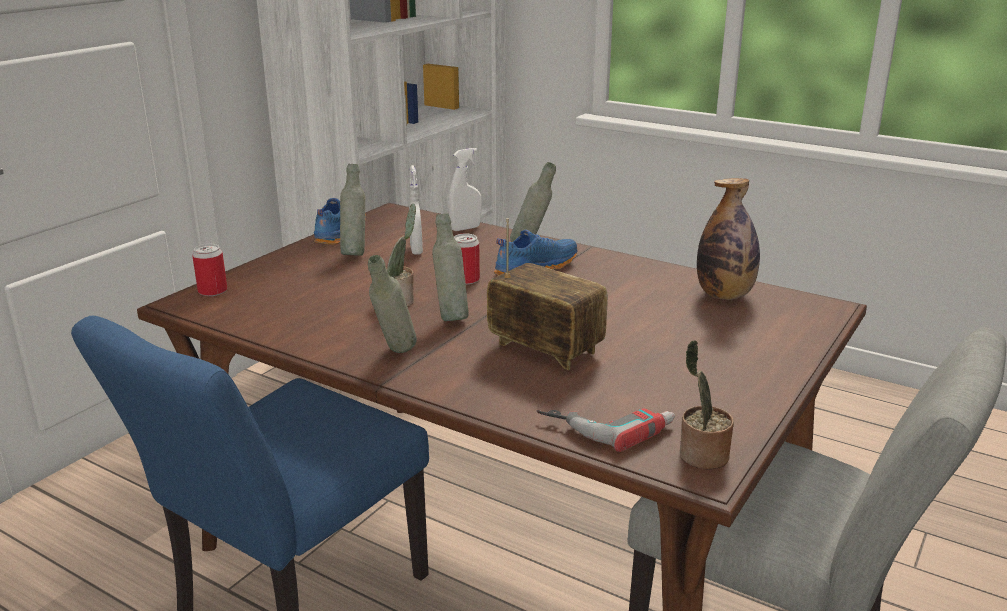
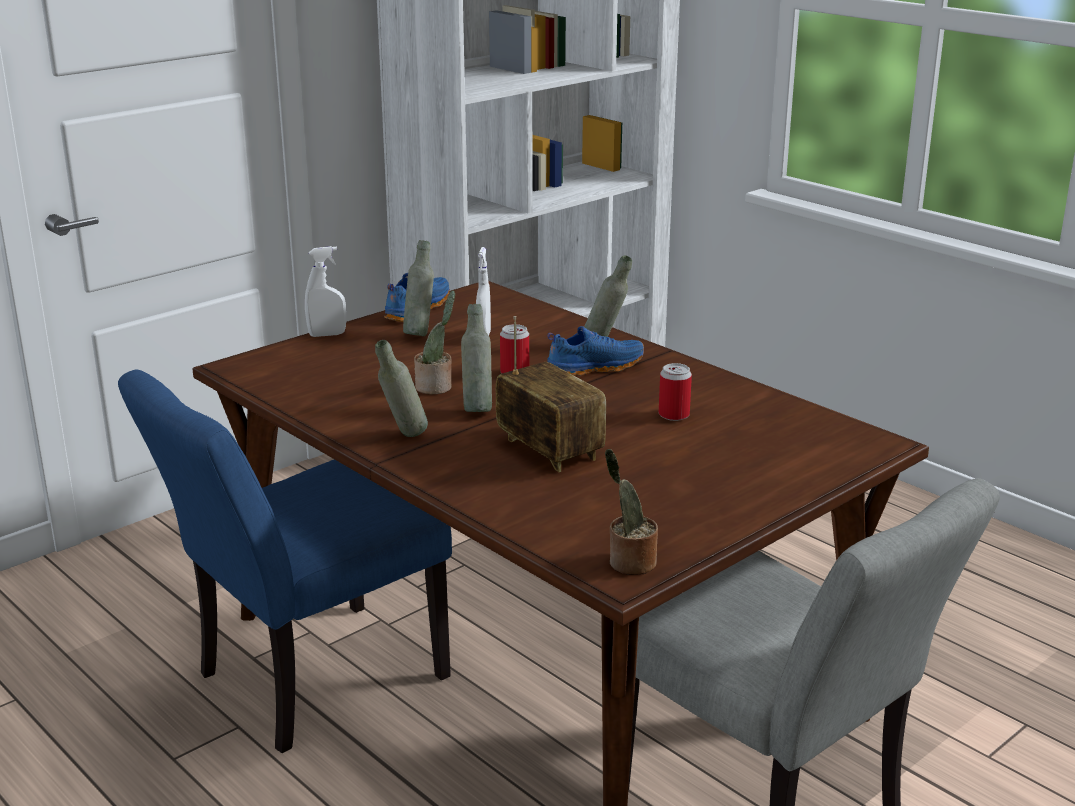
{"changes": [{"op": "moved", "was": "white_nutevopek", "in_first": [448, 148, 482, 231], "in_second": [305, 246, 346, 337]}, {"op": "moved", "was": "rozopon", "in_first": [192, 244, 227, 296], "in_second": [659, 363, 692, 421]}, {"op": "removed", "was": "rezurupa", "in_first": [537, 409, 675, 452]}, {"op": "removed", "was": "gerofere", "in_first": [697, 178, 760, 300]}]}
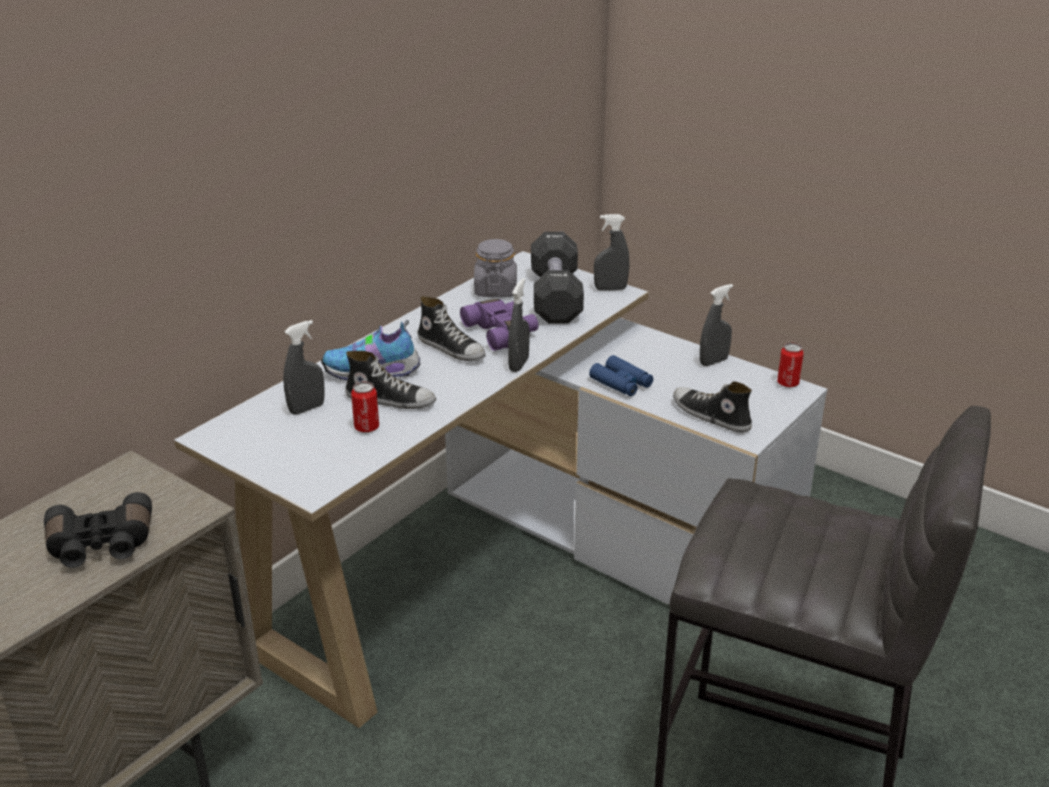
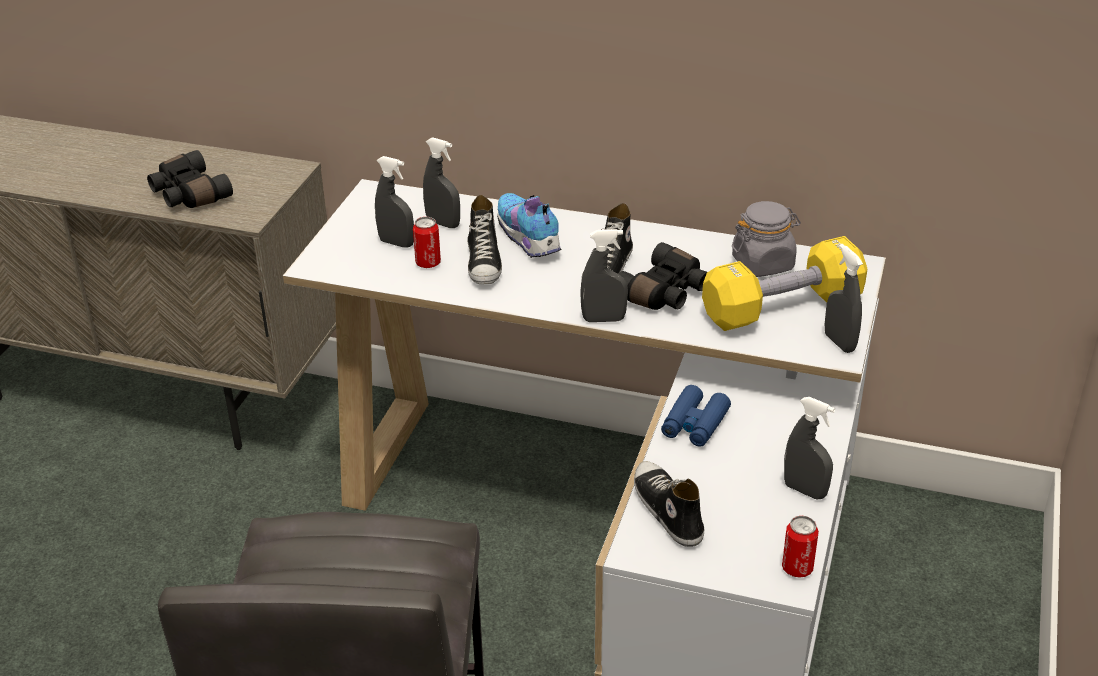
{"changes": [{"op": "added", "now": "grey_nutevopek", "in_second": [375, 156, 414, 248]}, {"op": "recoloured", "was": "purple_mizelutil", "now": "black_mizelutil", "in_first": [460, 299, 538, 351], "in_second": [618, 242, 707, 310]}, {"op": "turned", "was": "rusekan", "in_first": [673, 381, 752, 432], "in_second": [634, 461, 704, 547], "clockwise": -45}, {"op": "recoloured", "was": "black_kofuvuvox", "now": "yellow_kofuvuvox", "in_first": [531, 232, 584, 324], "in_second": [702, 236, 867, 331]}]}
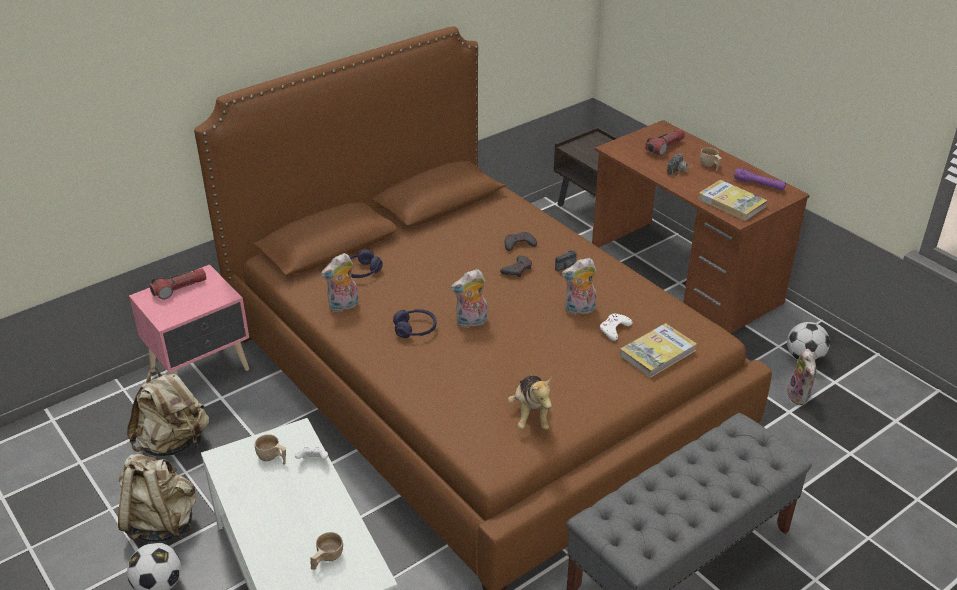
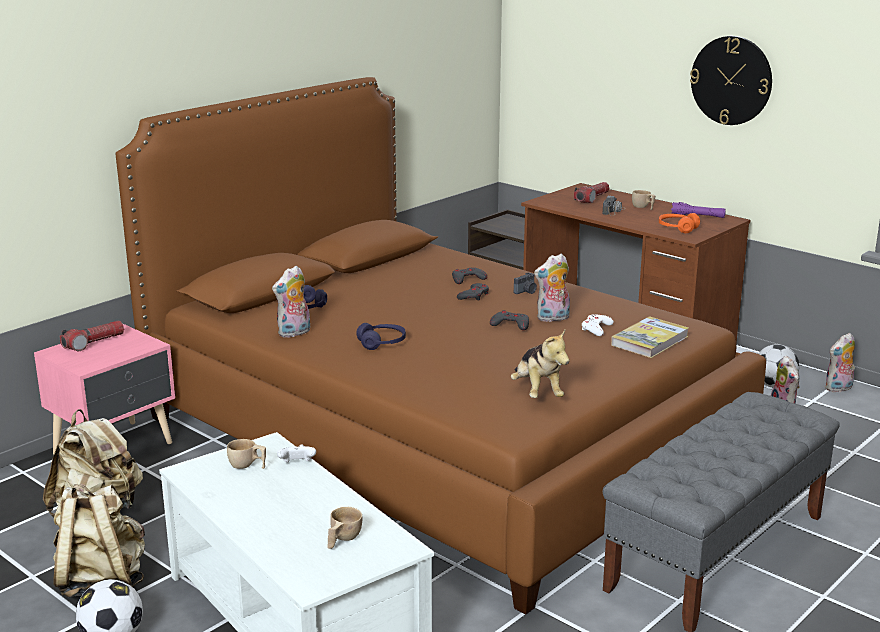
{"changes": [{"op": "added", "now": "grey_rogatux", "in_second": [490, 310, 529, 330]}, {"op": "replaced", "was": "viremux", "now": "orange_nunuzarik", "in_first": [698, 180, 768, 221], "in_second": [659, 213, 700, 233]}, {"op": "added", "now": "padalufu", "in_second": [690, 36, 772, 125]}, {"op": "moved", "was": "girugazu", "in_first": [451, 269, 487, 328], "in_second": [825, 333, 855, 393]}]}
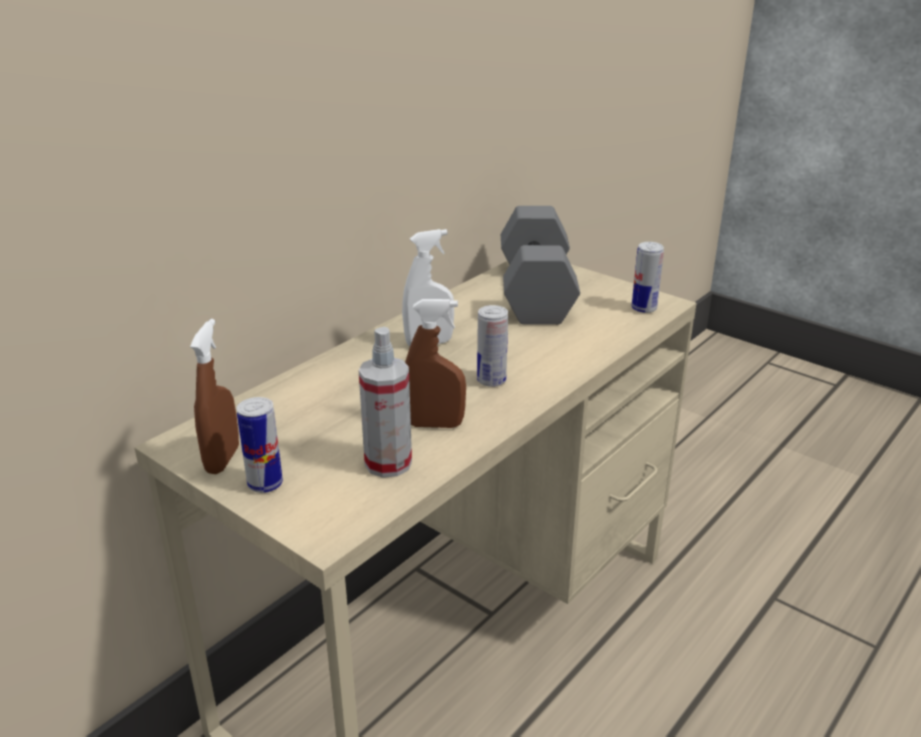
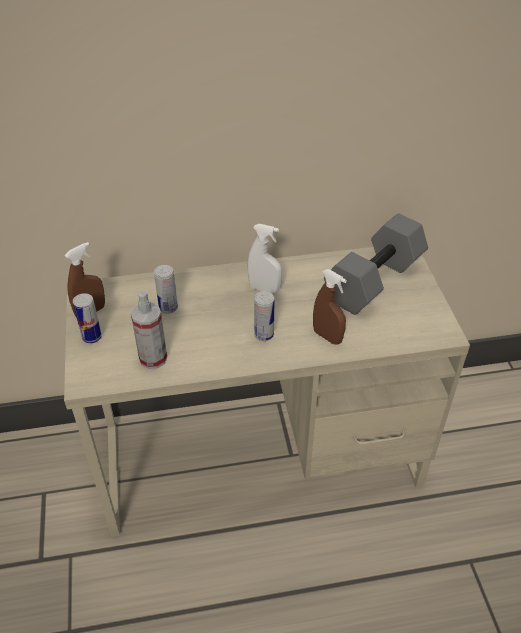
{"changes": [{"op": "moved", "was": "rozopon", "in_first": [632, 242, 664, 313], "in_second": [154, 265, 178, 314]}, {"op": "moved", "was": "brown_nutevopek", "in_first": [405, 299, 466, 428], "in_second": [313, 269, 347, 345]}]}
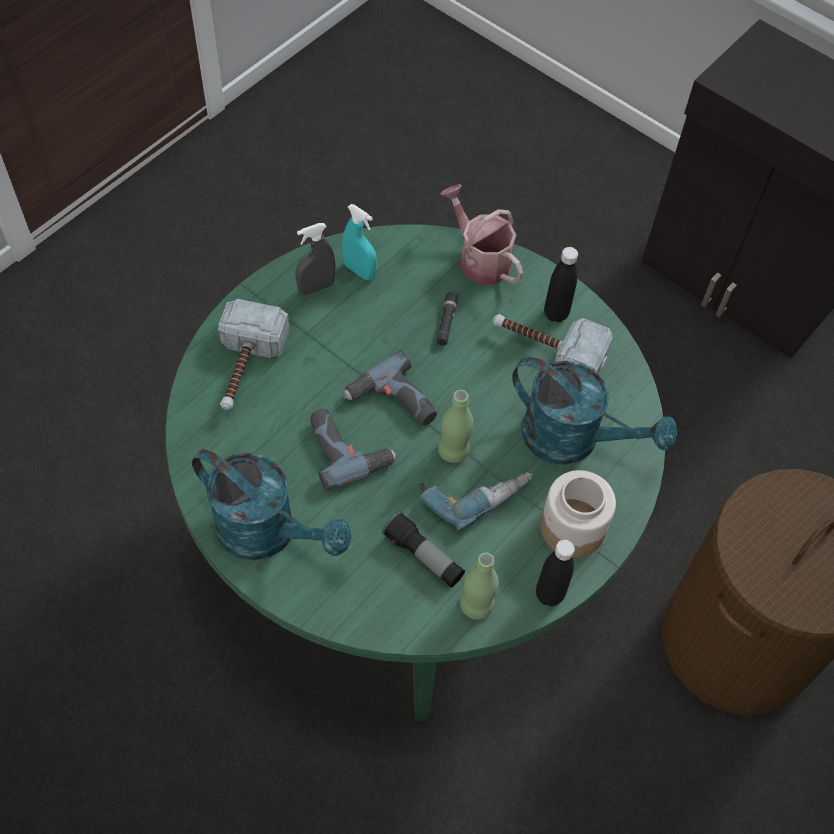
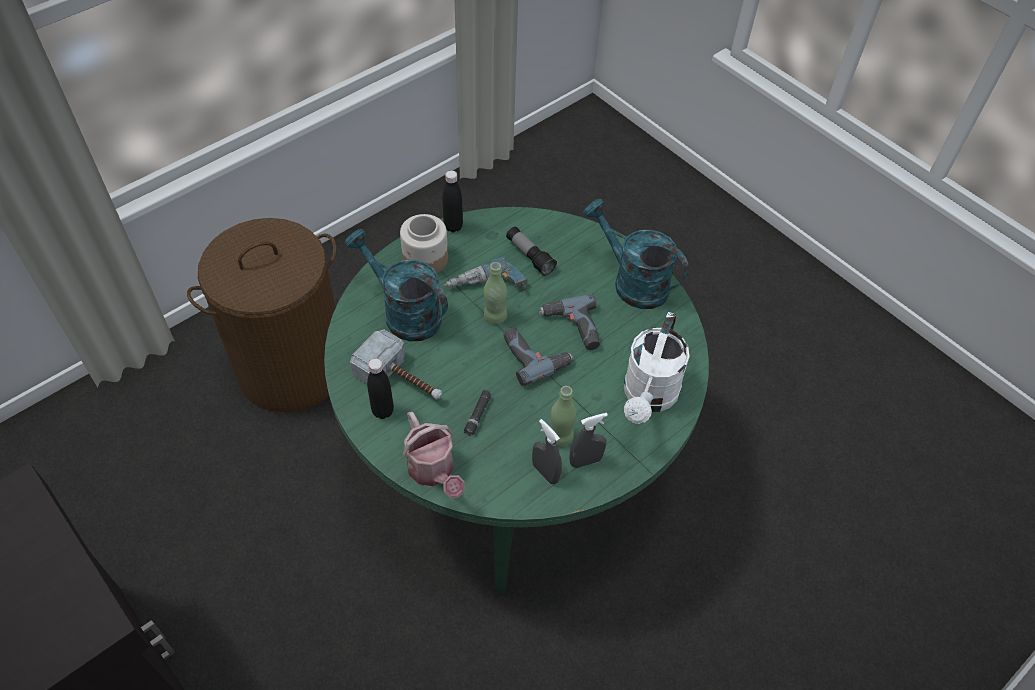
{"changes": [{"op": "recoloured", "was": "turquoise_nutevopek", "now": "grey_nutevopek", "in_first": [342, 204, 377, 281], "in_second": [532, 419, 562, 484]}, {"op": "moved", "was": "green_gerofere", "in_first": [460, 553, 499, 620], "in_second": [550, 386, 577, 447]}, {"op": "replaced", "was": "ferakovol", "now": "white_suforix", "in_first": [218, 299, 289, 410], "in_second": [624, 312, 690, 424]}]}
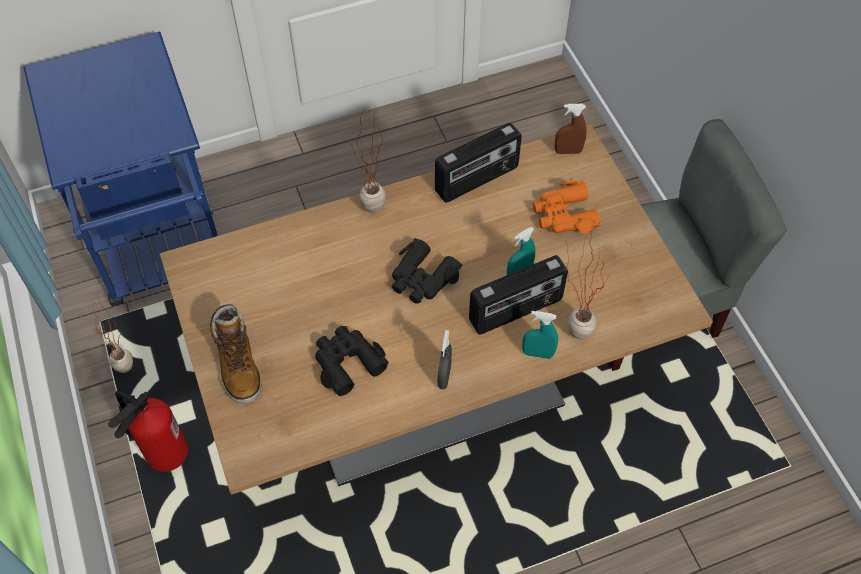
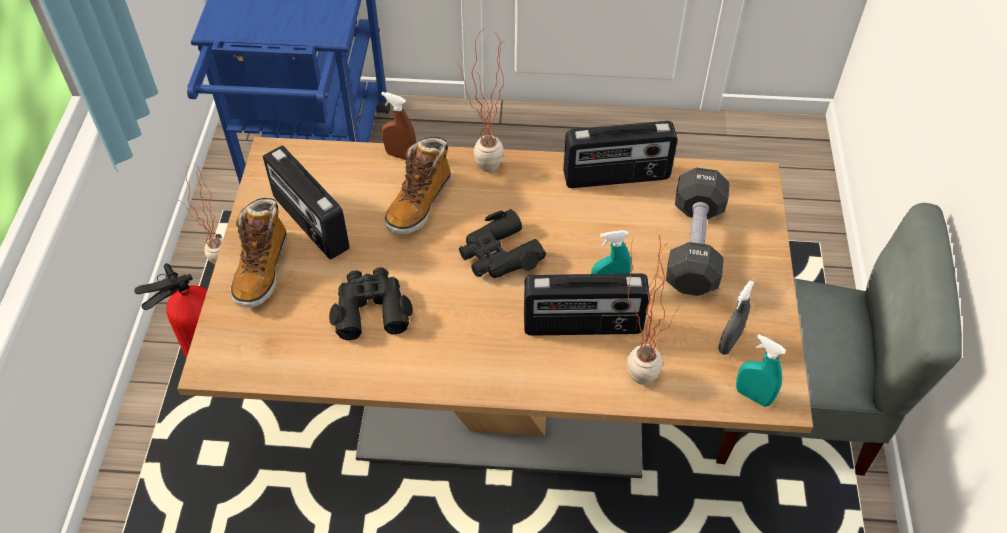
{"changes": [{"op": "added", "now": "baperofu", "in_second": [263, 145, 350, 259]}, {"op": "moved", "was": "brown_nutevopek", "in_first": [555, 104, 587, 154], "in_second": [381, 92, 416, 160]}, {"op": "added", "now": "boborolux", "in_second": [385, 137, 451, 235]}, {"op": "replaced", "was": "orange_mizelutil", "now": "black_kofuvuvox", "in_first": [533, 180, 601, 234], "in_second": [666, 168, 730, 296]}, {"op": "moved", "was": "grey_nutevopek", "in_first": [438, 330, 452, 390], "in_second": [718, 280, 755, 355]}, {"op": "moved", "was": "turquoise_nutevopek", "in_first": [522, 311, 558, 359], "in_second": [736, 334, 786, 407]}]}
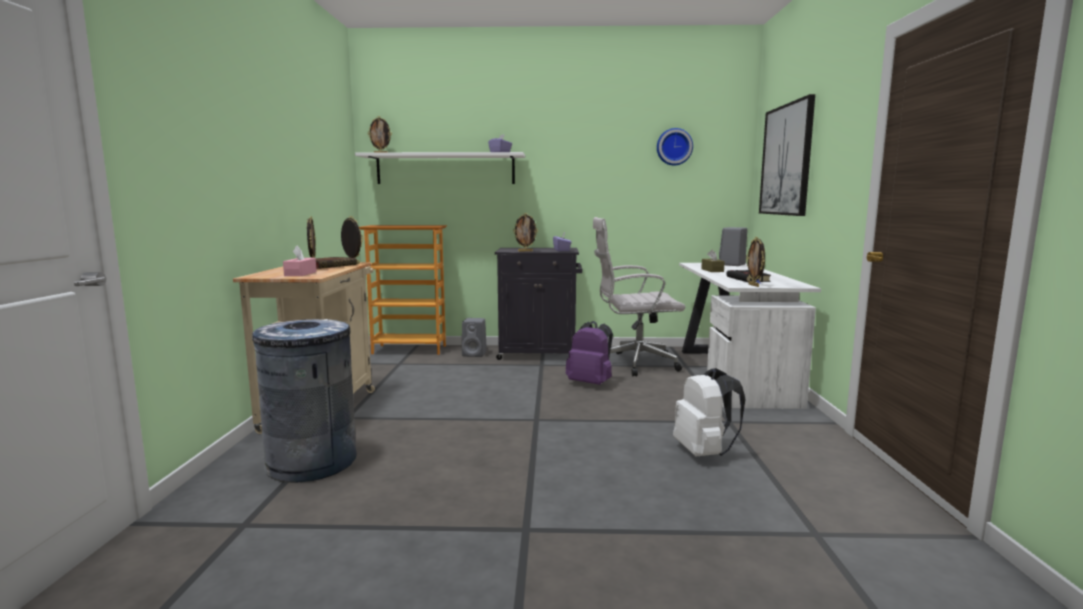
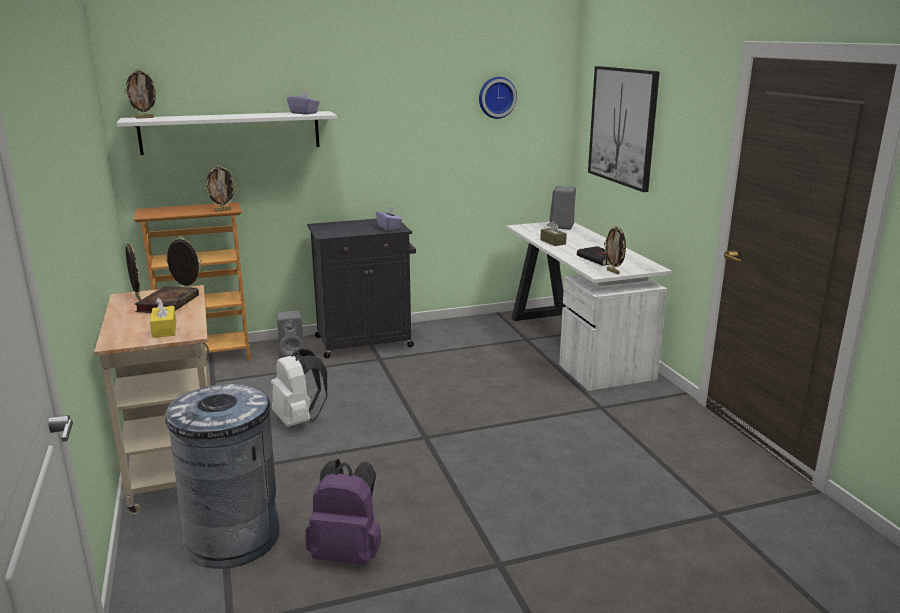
{"changes": [{"op": "recoloured", "was": "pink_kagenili", "now": "yellow_kagenili", "in_first": [283, 245, 317, 276], "in_second": [150, 298, 176, 338]}, {"op": "moved", "was": "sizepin", "in_first": [513, 213, 538, 252], "in_second": [205, 165, 236, 212]}, {"op": "moved", "was": "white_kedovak", "in_first": [673, 368, 746, 457], "in_second": [271, 348, 327, 427]}, {"op": "moved", "was": "purple_kedovak", "in_first": [566, 321, 613, 385], "in_second": [306, 459, 381, 565]}, {"op": "removed", "was": "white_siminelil", "in_first": [593, 217, 685, 377]}]}
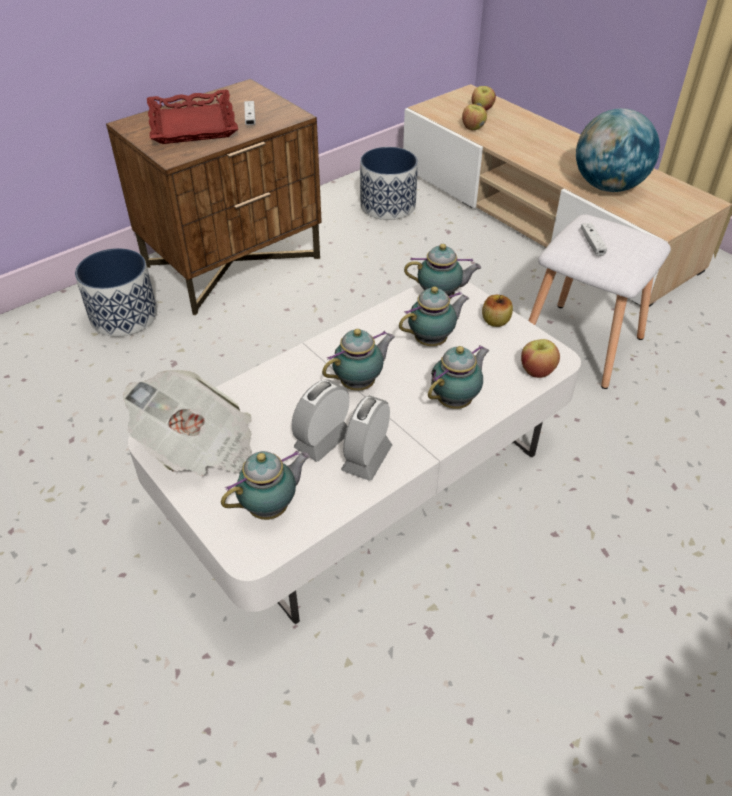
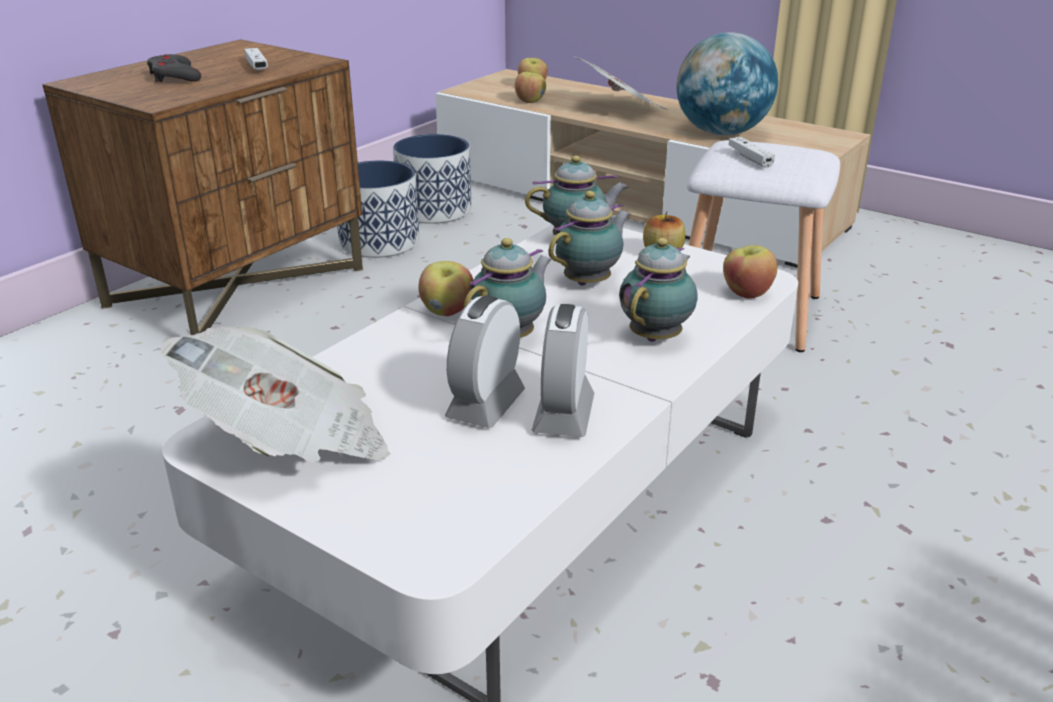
{"changes": [{"op": "replaced", "was": "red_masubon", "now": "grey_rogatux", "in_first": [147, 90, 238, 144], "in_second": [147, 54, 201, 82]}, {"op": "moved", "was": "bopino", "in_first": [75, 248, 157, 337], "in_second": [337, 160, 419, 258]}, {"op": "added", "now": "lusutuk", "in_second": [419, 261, 473, 316]}, {"op": "added", "now": "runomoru", "in_second": [573, 56, 666, 109]}, {"op": "removed", "was": "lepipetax", "in_first": [221, 451, 310, 520]}]}
